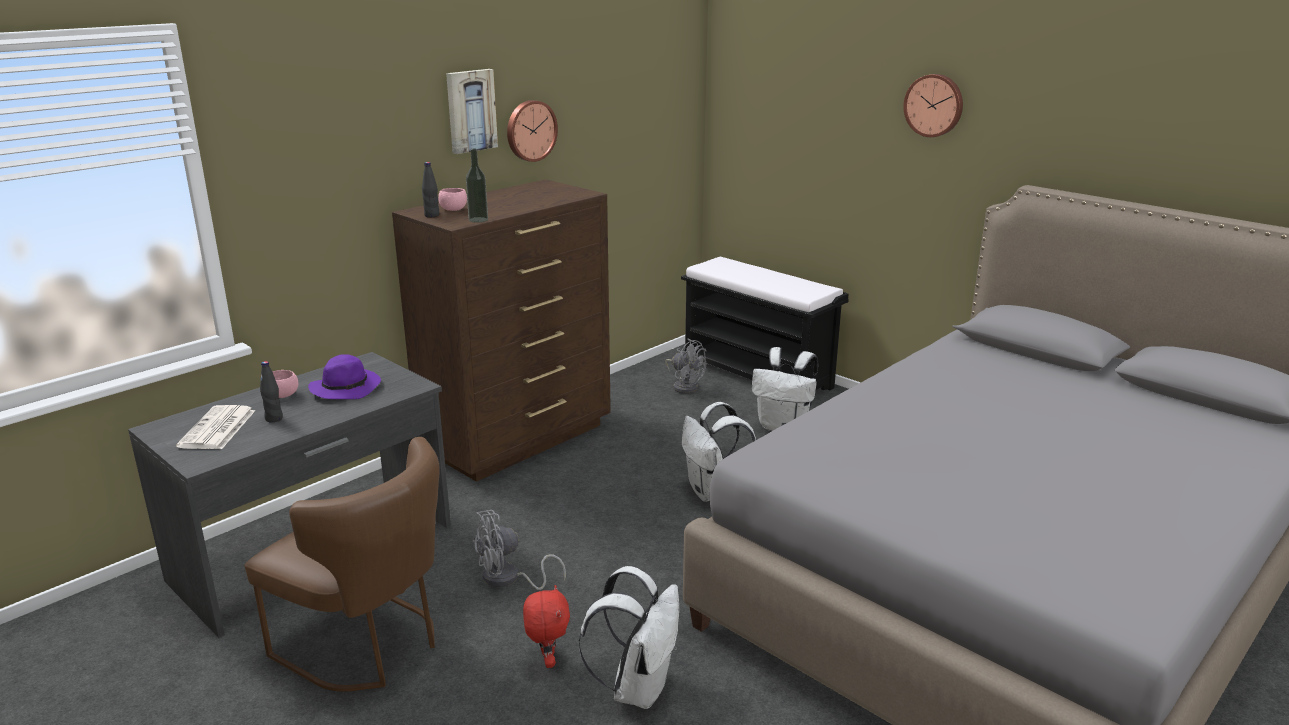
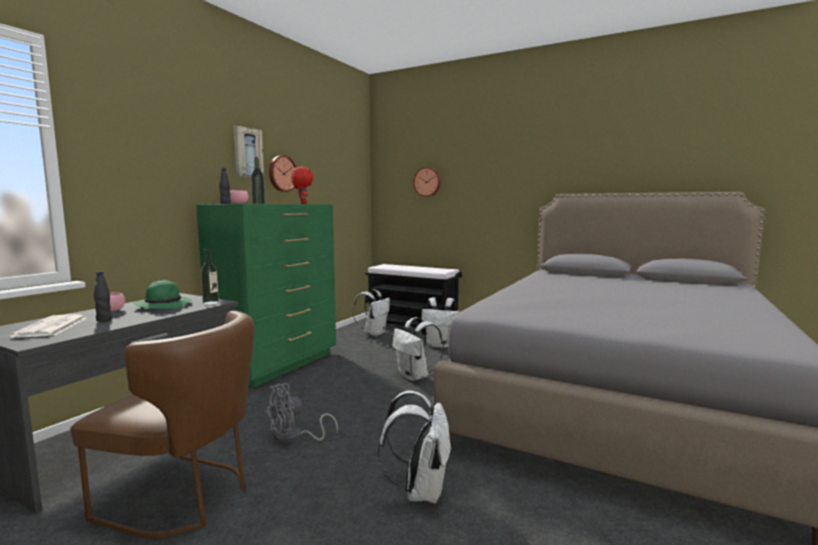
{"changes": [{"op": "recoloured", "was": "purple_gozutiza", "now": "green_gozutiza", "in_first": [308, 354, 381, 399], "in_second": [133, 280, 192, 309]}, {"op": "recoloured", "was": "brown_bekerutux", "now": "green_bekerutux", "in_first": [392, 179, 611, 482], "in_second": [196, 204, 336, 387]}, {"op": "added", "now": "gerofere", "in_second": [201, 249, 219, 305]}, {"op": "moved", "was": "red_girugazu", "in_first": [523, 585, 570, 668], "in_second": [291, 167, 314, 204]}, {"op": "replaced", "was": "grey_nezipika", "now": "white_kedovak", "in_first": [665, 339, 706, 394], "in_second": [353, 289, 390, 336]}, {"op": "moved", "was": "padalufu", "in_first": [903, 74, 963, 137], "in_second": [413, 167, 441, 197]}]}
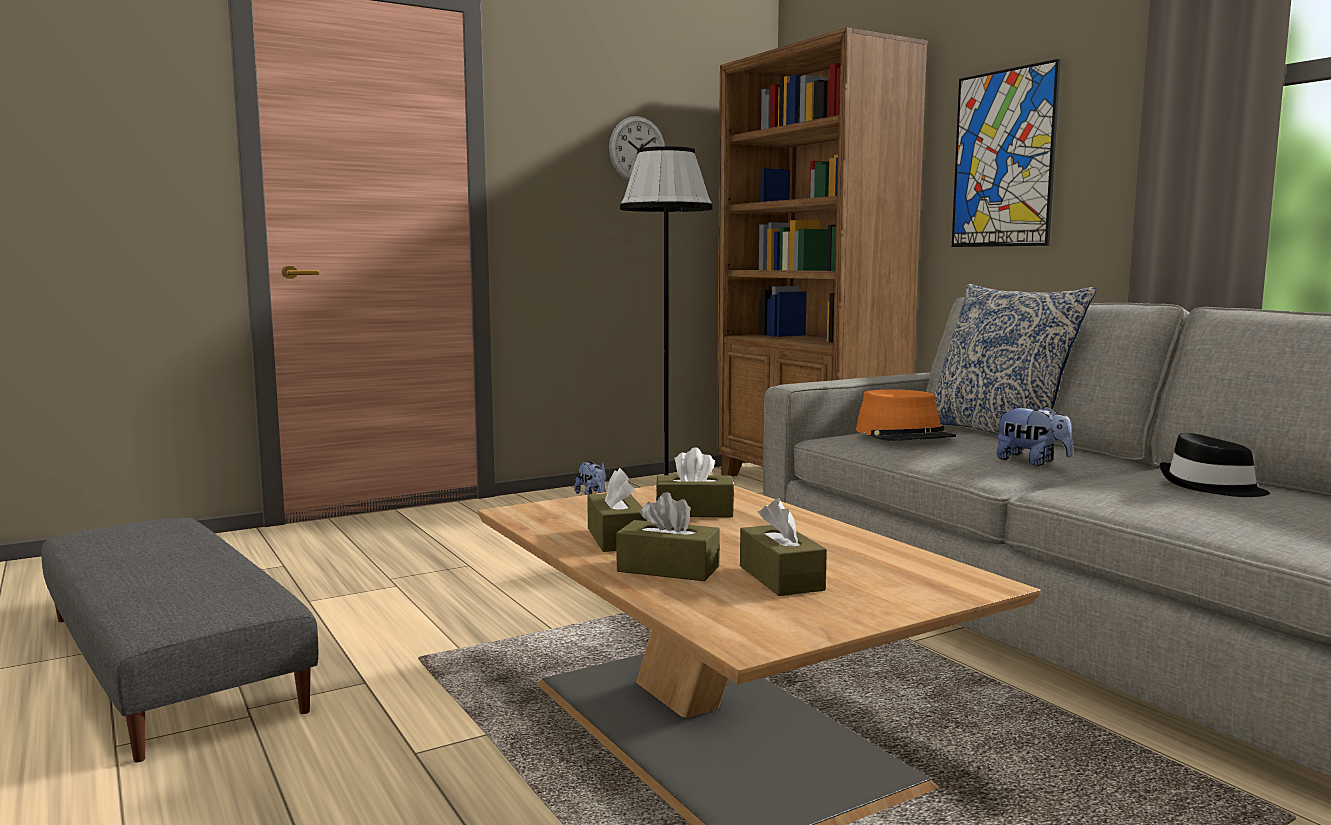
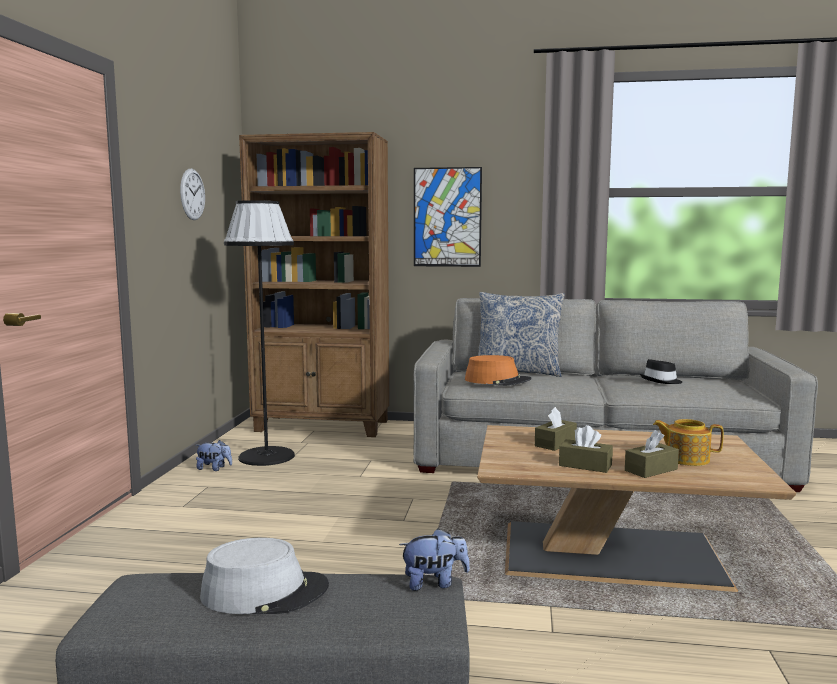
{"changes": [{"op": "added", "now": "grey_gozutiza", "in_second": [200, 538, 329, 614]}, {"op": "moved", "was": "girugazu", "in_first": [996, 406, 1073, 466], "in_second": [399, 528, 470, 591]}, {"op": "replaced", "was": "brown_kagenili", "now": "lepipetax", "in_first": [740, 498, 827, 596], "in_second": [653, 419, 724, 466]}]}
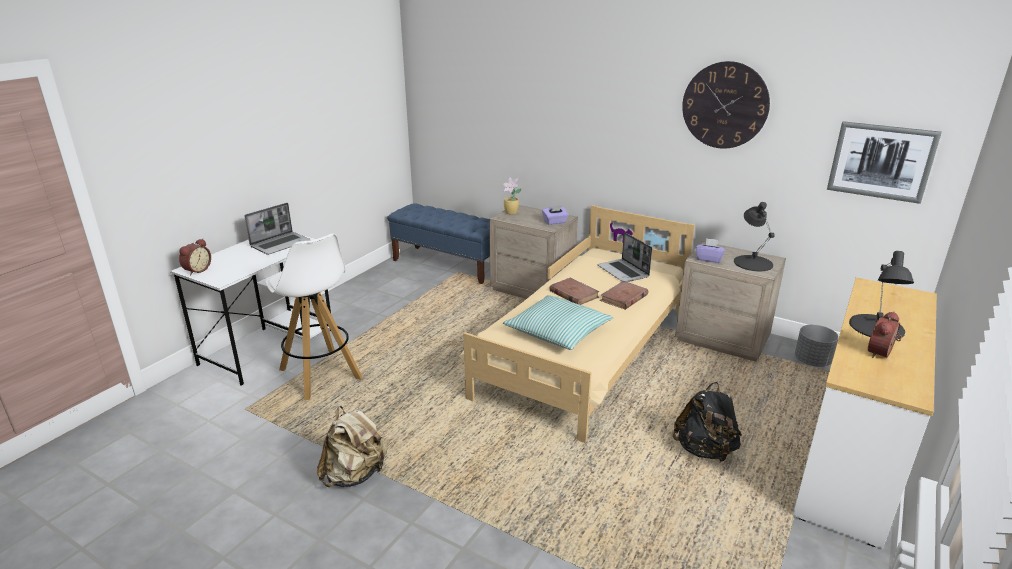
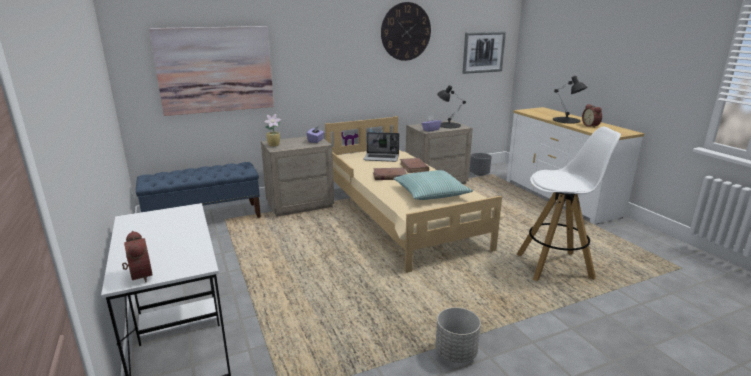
{"changes": [{"op": "added", "now": "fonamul", "in_second": [149, 26, 274, 116]}, {"op": "replaced", "was": "beige_kedovak", "now": "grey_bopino", "in_first": [317, 406, 387, 487], "in_second": [435, 307, 481, 363]}, {"op": "moved", "was": "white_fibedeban", "in_first": [266, 234, 362, 400], "in_second": [516, 127, 621, 281]}, {"op": "removed", "was": "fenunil", "in_first": [244, 203, 310, 255]}, {"op": "removed", "was": "black_kedovak", "in_first": [672, 382, 742, 462]}]}
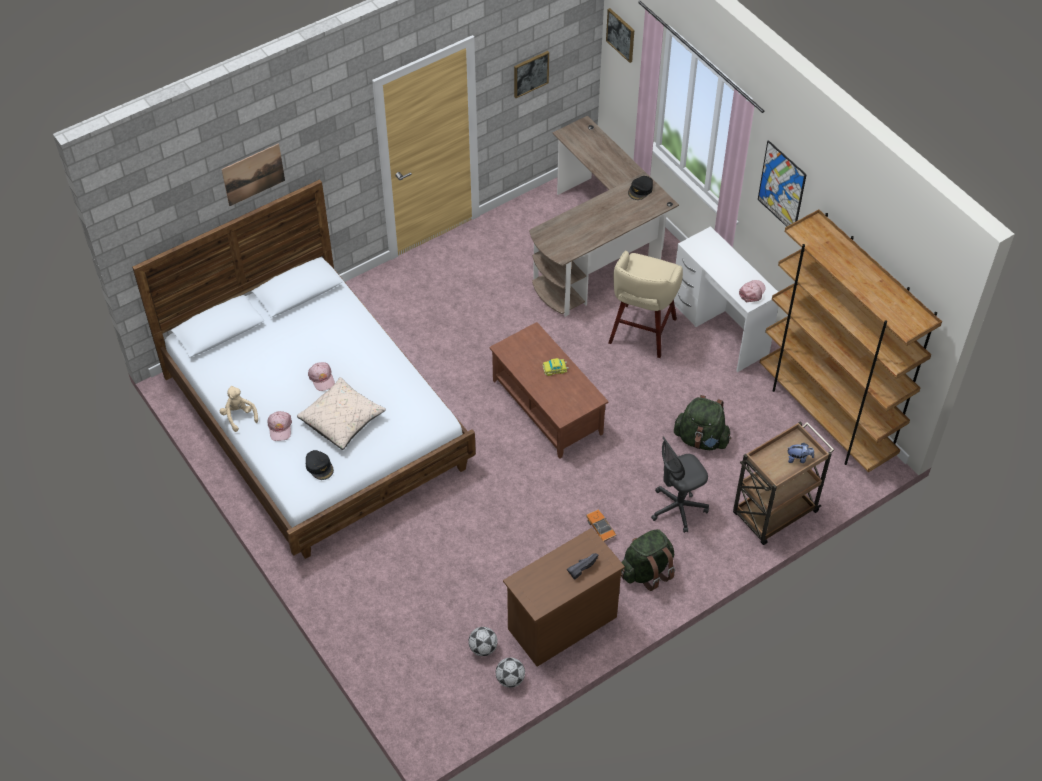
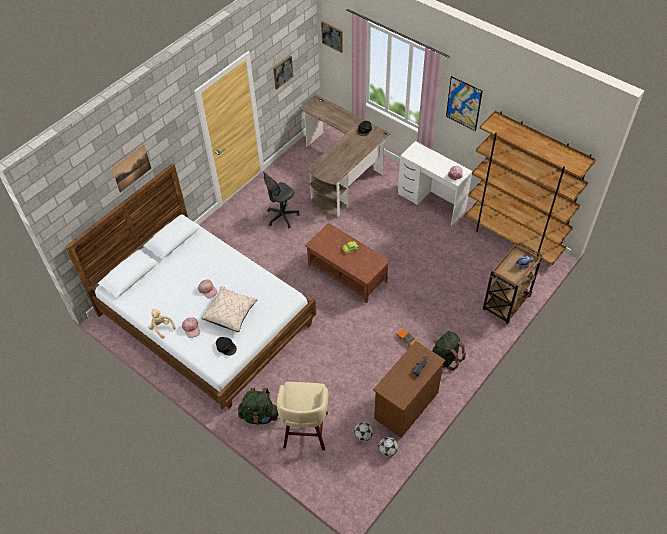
{"changes": [{"op": "moved", "was": "green_kedovak", "in_first": [674, 395, 731, 450], "in_second": [238, 388, 278, 424]}, {"op": "moved", "was": "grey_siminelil", "in_first": [651, 436, 709, 533], "in_second": [263, 172, 299, 228]}, {"op": "moved", "was": "beige_fibedeban", "in_first": [608, 250, 683, 358], "in_second": [277, 382, 329, 450]}]}
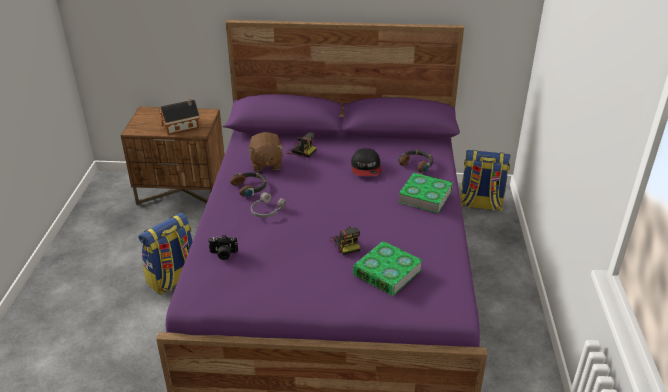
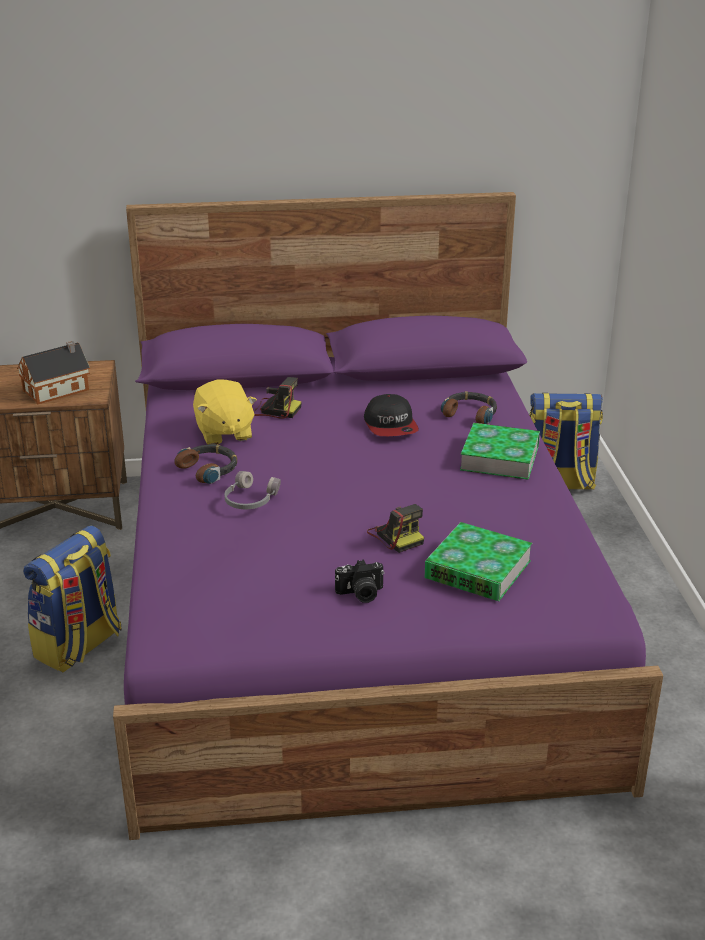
{"changes": [{"op": "recoloured", "was": "brown_girugazu", "now": "yellow_girugazu", "in_first": [248, 132, 284, 171], "in_second": [193, 379, 257, 445]}, {"op": "moved", "was": "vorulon", "in_first": [208, 235, 238, 260], "in_second": [335, 560, 384, 603]}]}
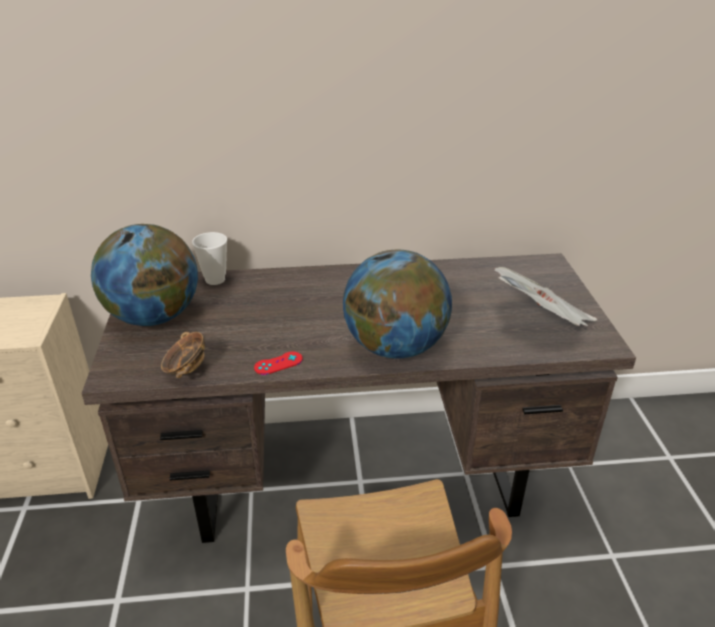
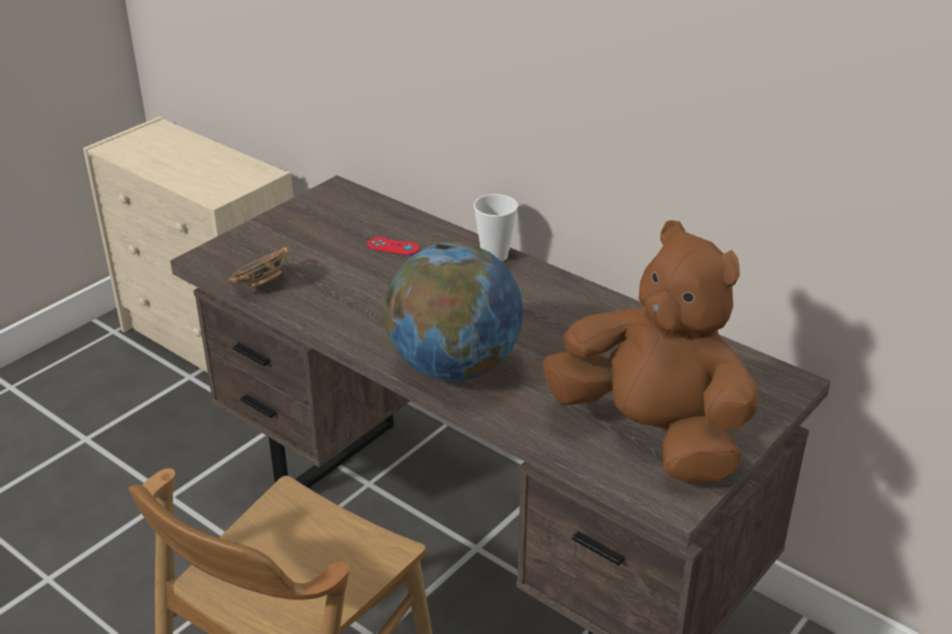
{"changes": [{"op": "moved", "was": "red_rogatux", "in_first": [254, 351, 303, 375], "in_second": [367, 237, 419, 255]}, {"op": "moved", "was": "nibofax", "in_first": [192, 232, 227, 285], "in_second": [474, 194, 518, 262]}, {"op": "replaced", "was": "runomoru", "now": "brown_girugazu", "in_first": [494, 267, 597, 326], "in_second": [542, 220, 758, 483]}, {"op": "removed", "was": "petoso", "in_first": [91, 224, 198, 326]}]}
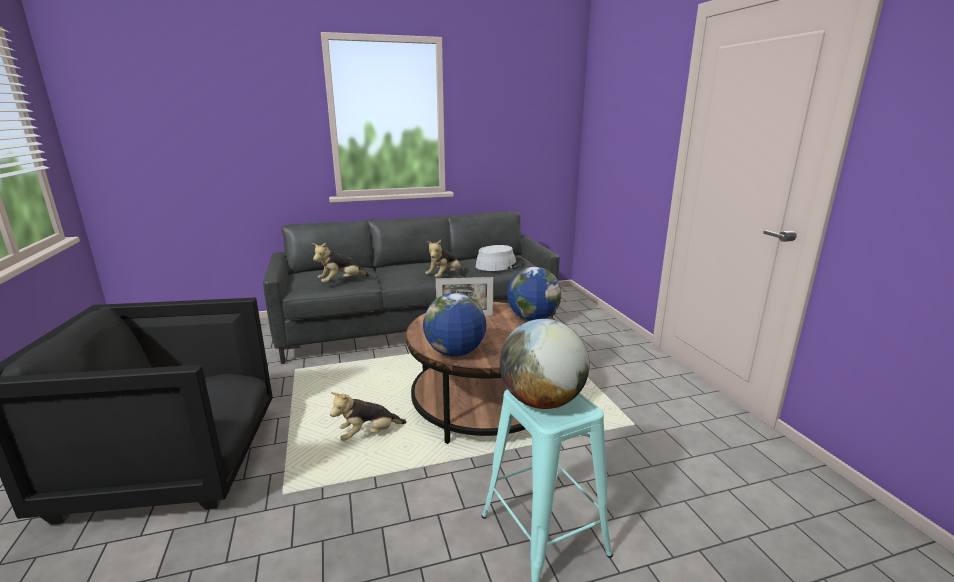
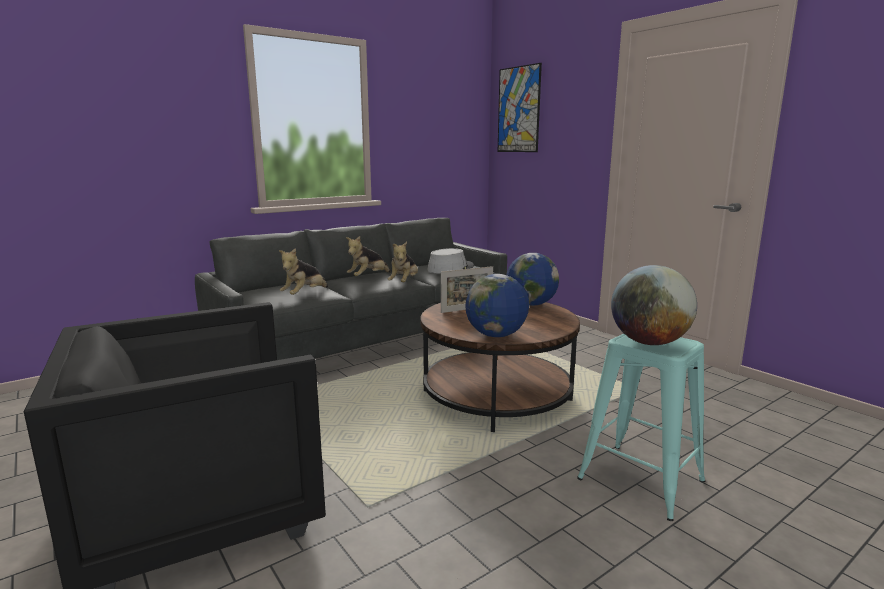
{"changes": [{"op": "moved", "was": "girugazu", "in_first": [330, 392, 407, 441], "in_second": [346, 236, 391, 276]}, {"op": "added", "now": "fonamul", "in_second": [498, 63, 542, 152]}]}
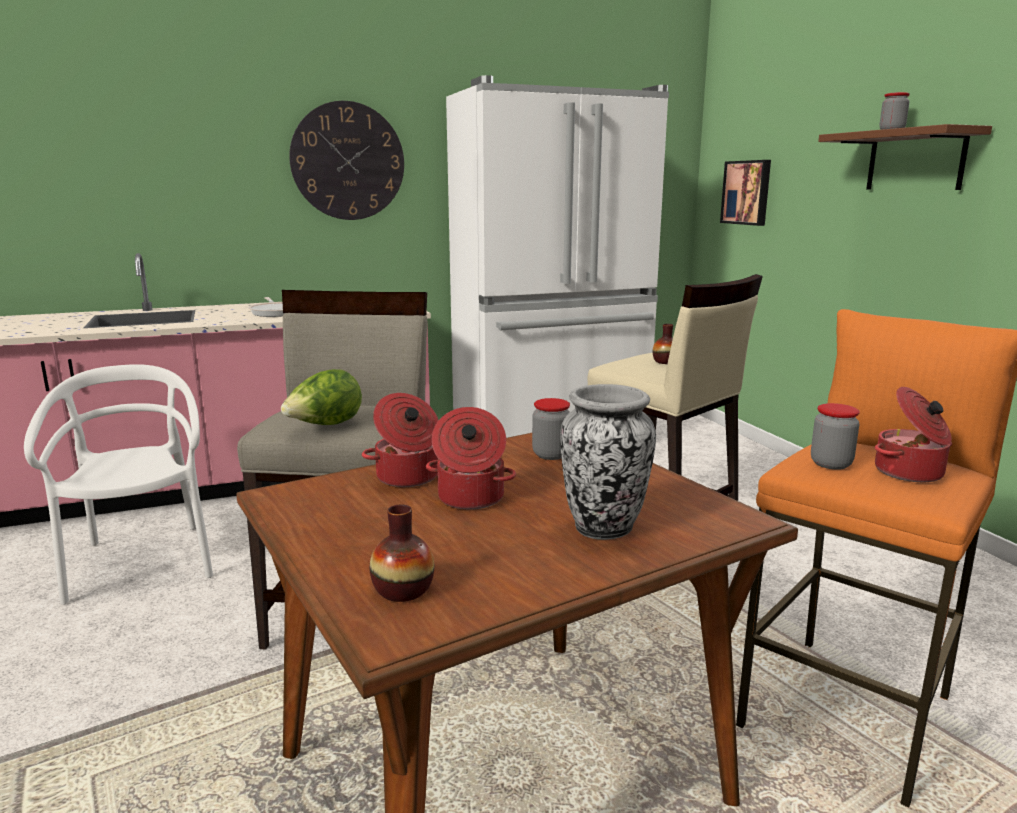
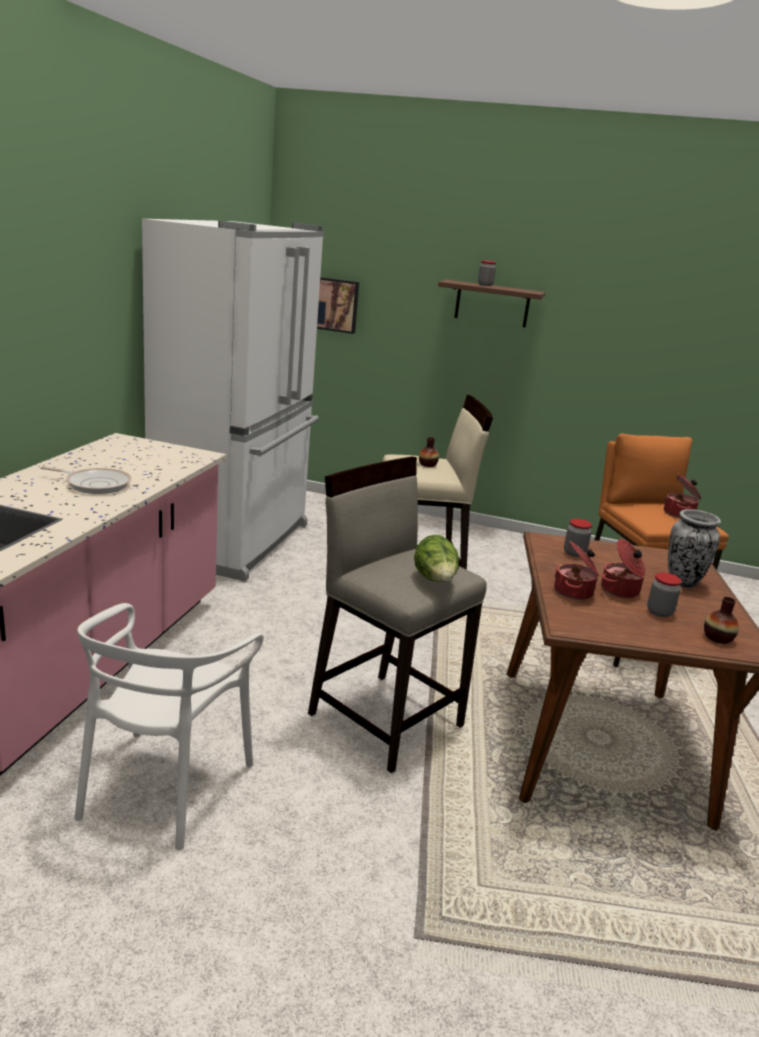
{"changes": [{"op": "turned", "was": "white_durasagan", "in_first": [24, 364, 213, 605], "in_second": [75, 603, 263, 850], "clockwise": -90}, {"op": "moved", "was": "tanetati", "in_first": [811, 403, 860, 470], "in_second": [647, 573, 682, 617]}, {"op": "removed", "was": "padalufu", "in_first": [289, 101, 404, 220]}]}
